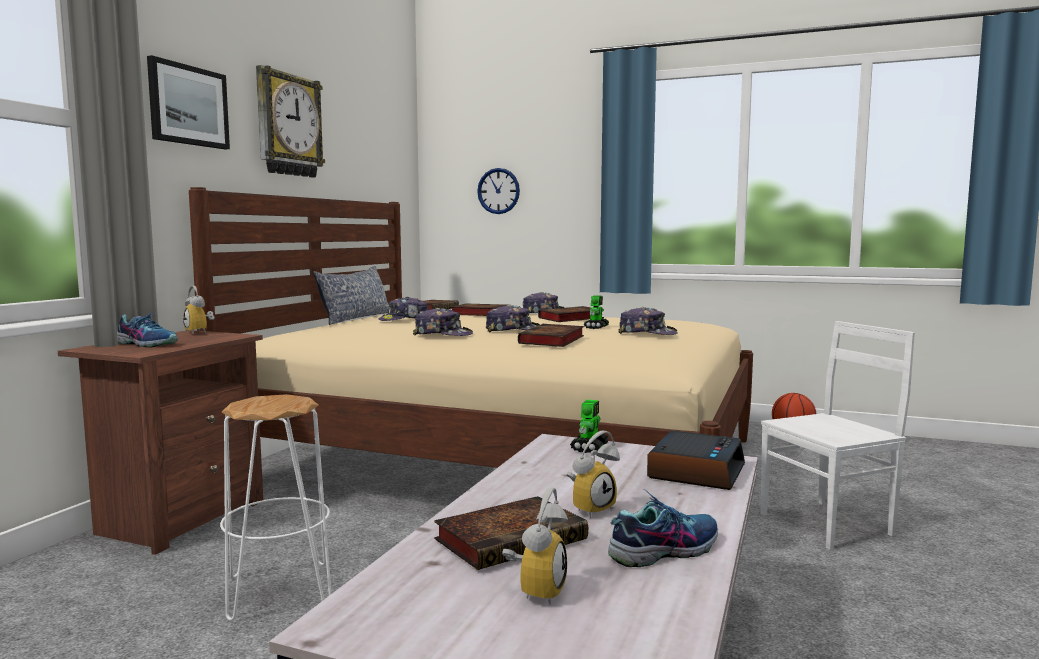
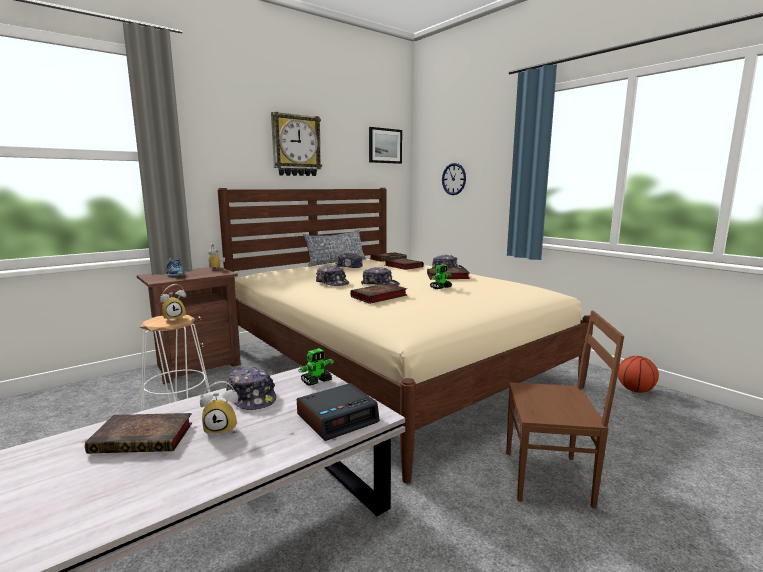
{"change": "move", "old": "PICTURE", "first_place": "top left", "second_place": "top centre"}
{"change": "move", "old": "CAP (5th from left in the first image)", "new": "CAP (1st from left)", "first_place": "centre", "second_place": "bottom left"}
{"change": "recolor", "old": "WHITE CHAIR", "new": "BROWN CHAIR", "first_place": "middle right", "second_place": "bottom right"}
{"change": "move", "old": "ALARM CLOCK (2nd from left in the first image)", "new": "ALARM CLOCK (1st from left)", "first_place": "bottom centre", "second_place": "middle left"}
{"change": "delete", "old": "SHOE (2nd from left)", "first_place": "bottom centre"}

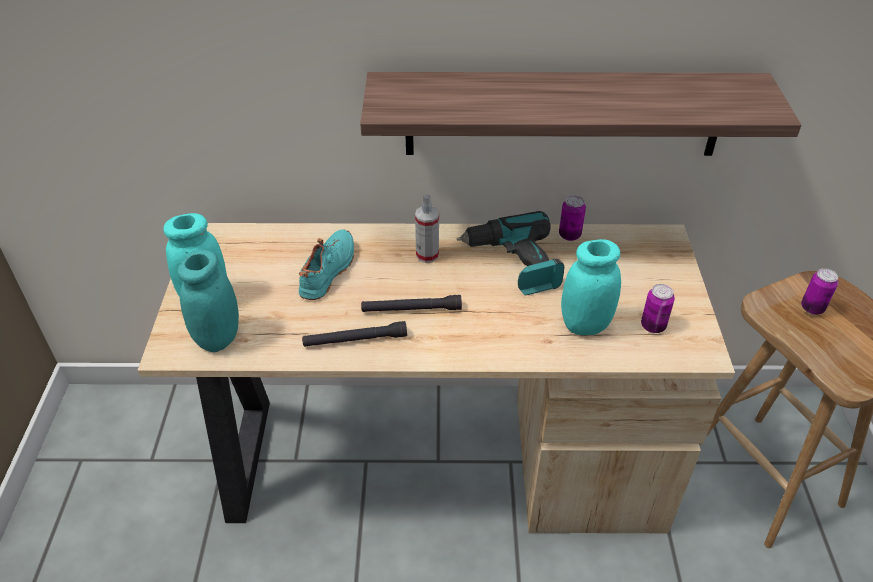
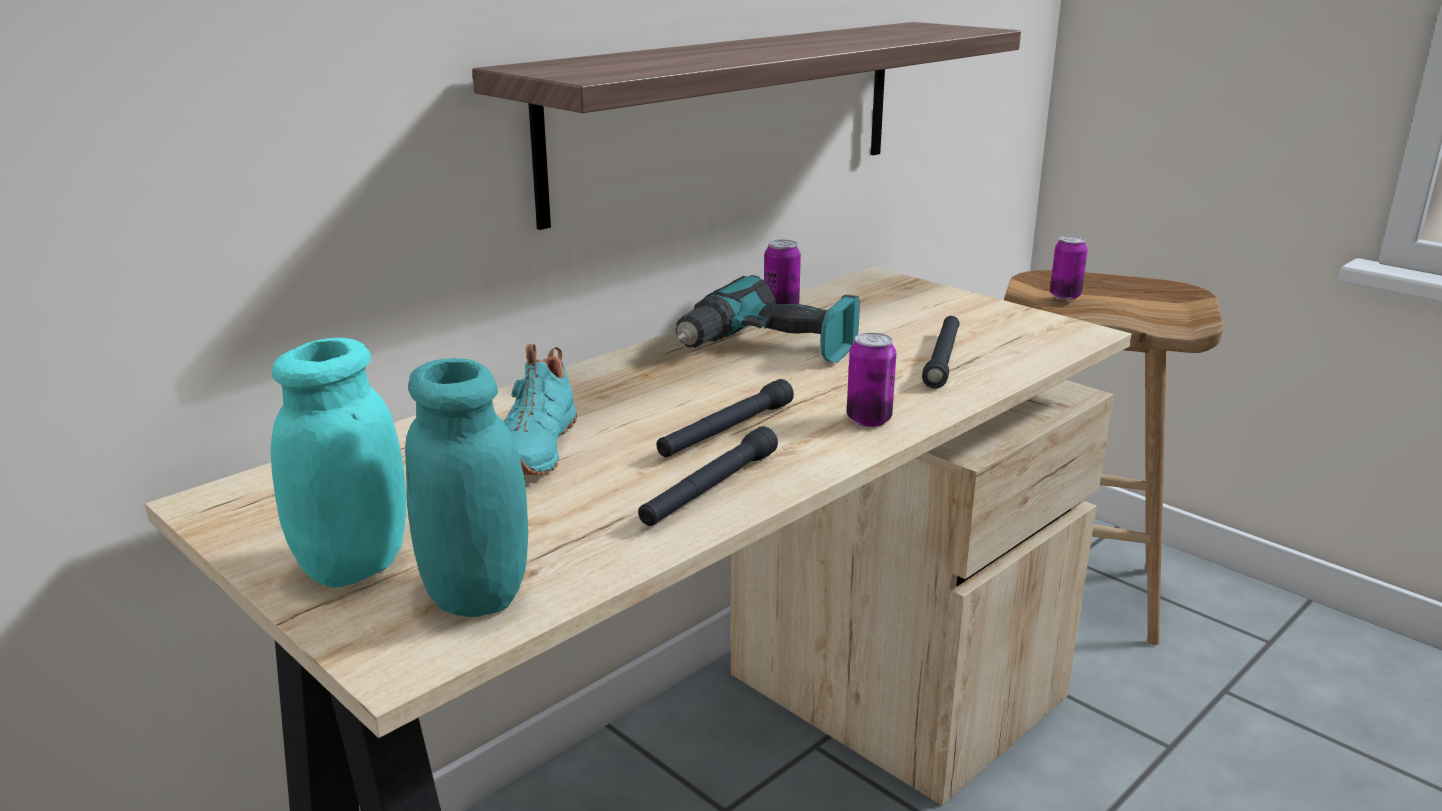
{"change": "delete", "old": "SPRAY BOTTLE", "first_place": "centre"}
{"change": "rotate", "old": "TURQUOISE SHOE", "first_place": "centre", "second_place": "centre", "degrees": -150}
{"change": "replace", "old": "TURQUOISE JAR (3rd from left)", "new": "BLACK FLASHLIGHT (3rd from left)", "first_place": "middle right", "second_place": "centre"}
{"change": "move", "old": "CAN (2nd from left)", "first_place": "middle right", "second_place": "centre"}

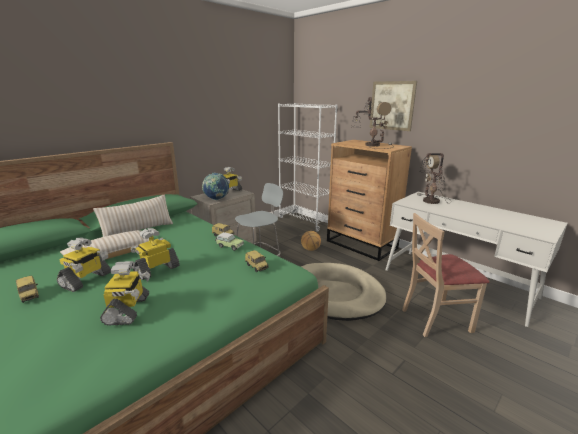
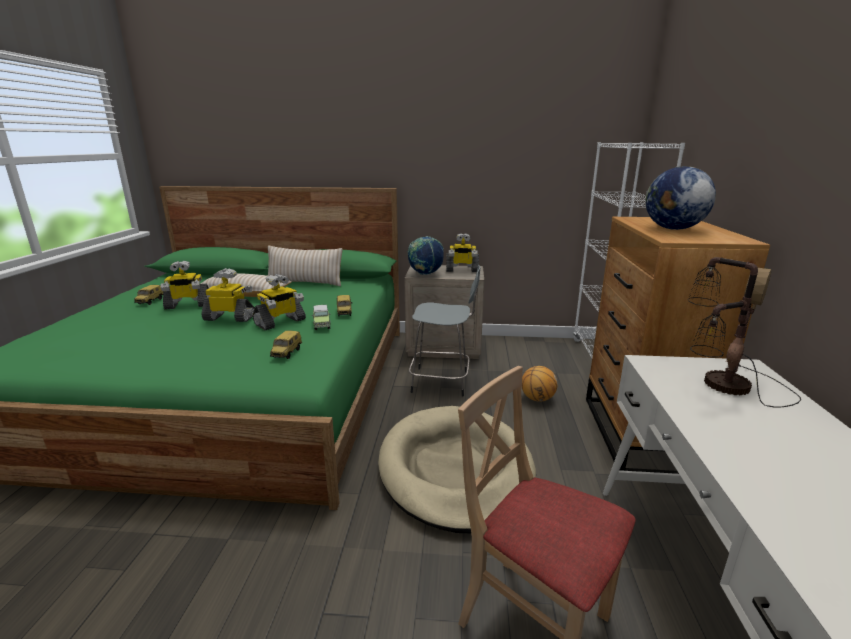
{"change": "delete", "old": "PICTURE", "first_place": "top right"}
{"change": "replace", "old": "TABLE LAMP (1st from left)", "new": "GLOBE (2nd from left)", "first_place": "top centre", "second_place": "top right"}
{"change": "move", "old": "TOY ROBOT (2nd from left in the first image)", "new": "TOY ROBOT (3rd from left)", "first_place": "bottom left", "second_place": "middle left"}

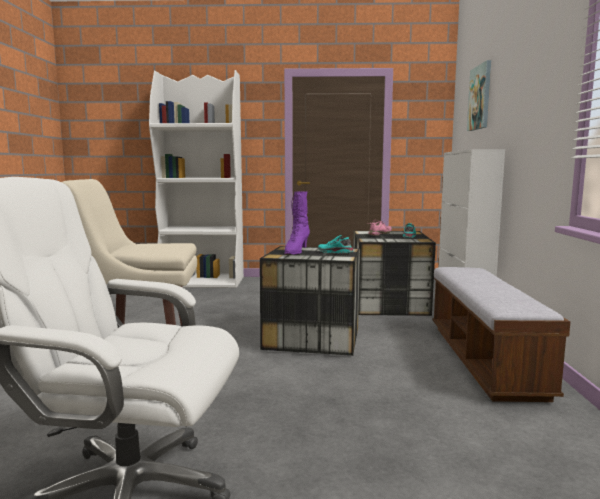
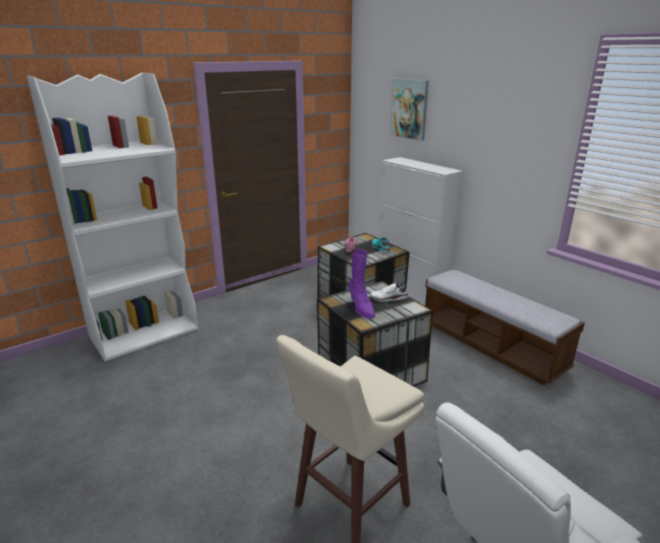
{"change": "recolor", "old": "TURQUOISE SHOE (1st from left)", "new": "WHITE SHOE", "first_place": "centre", "second_place": "centre"}

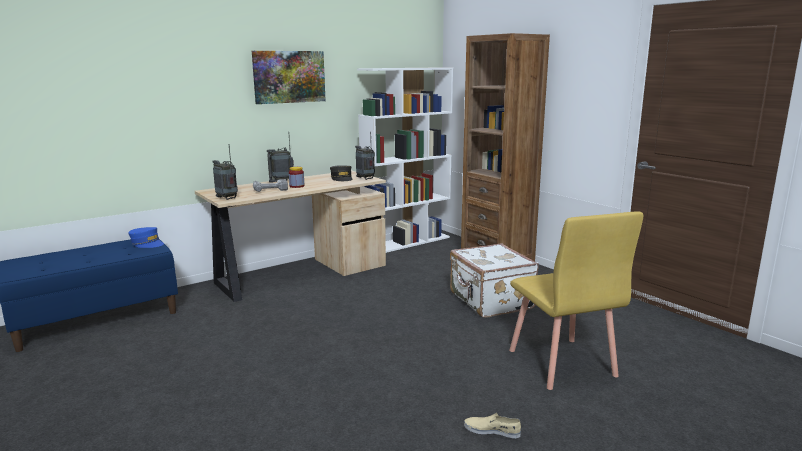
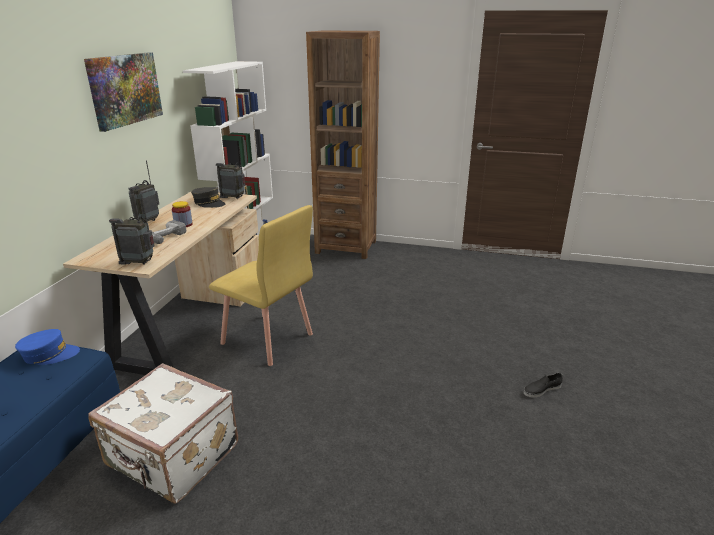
{"change": "move", "old": "YELLOW CHAIR", "first_place": "bottom right", "second_place": "centre"}
{"change": "move", "old": "WHITE SUITCASE", "first_place": "centre", "second_place": "bottom left"}
{"change": "recolor", "old": "BEIGE SHOE", "new": "BLACK SHOE", "first_place": "bottom centre", "second_place": "bottom right"}

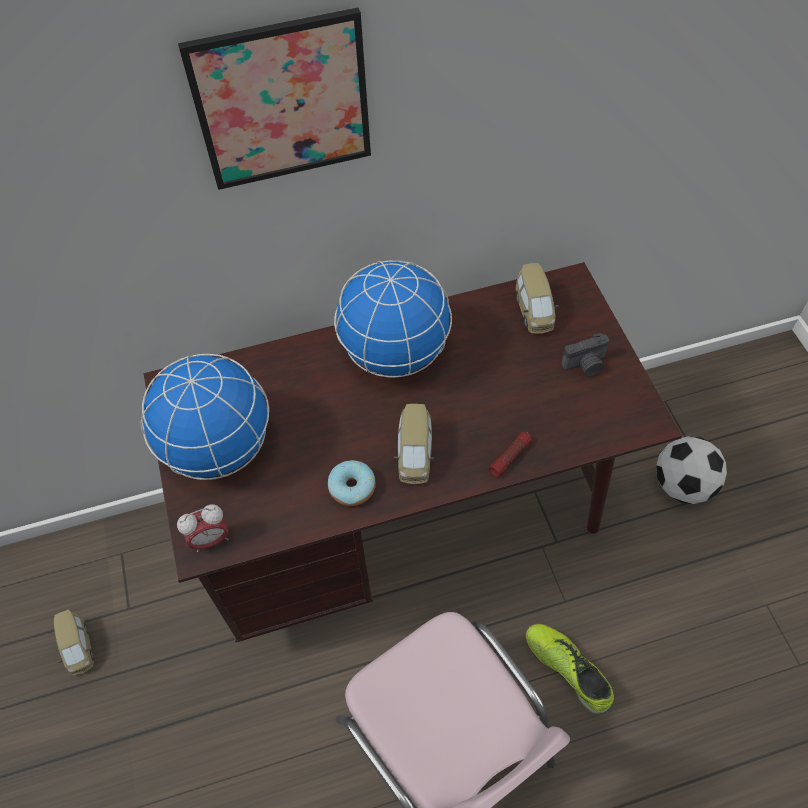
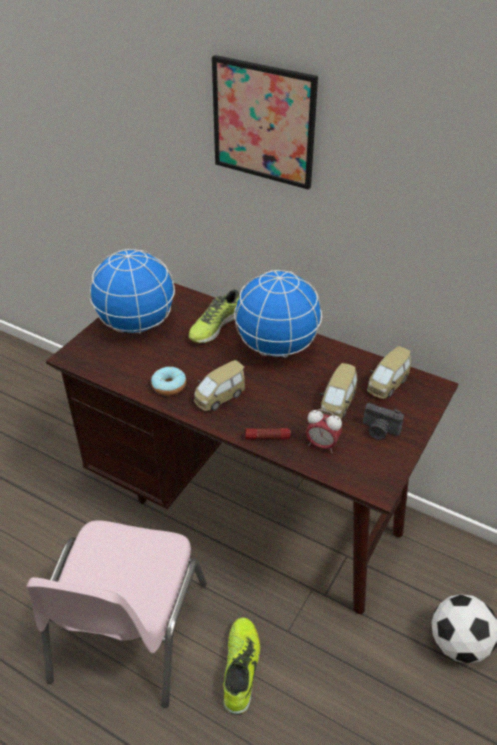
{"change": "move", "old": "ALARM CLOCK", "first_place": "middle left", "second_place": "centre"}
{"change": "move", "old": "TOY CAR (1st from left in the first image)", "new": "TOY CAR (2nd from left)", "first_place": "bottom left", "second_place": "middle right"}
{"change": "insert", "new": "SHOE (1st from left)", "second_place": "centre"}

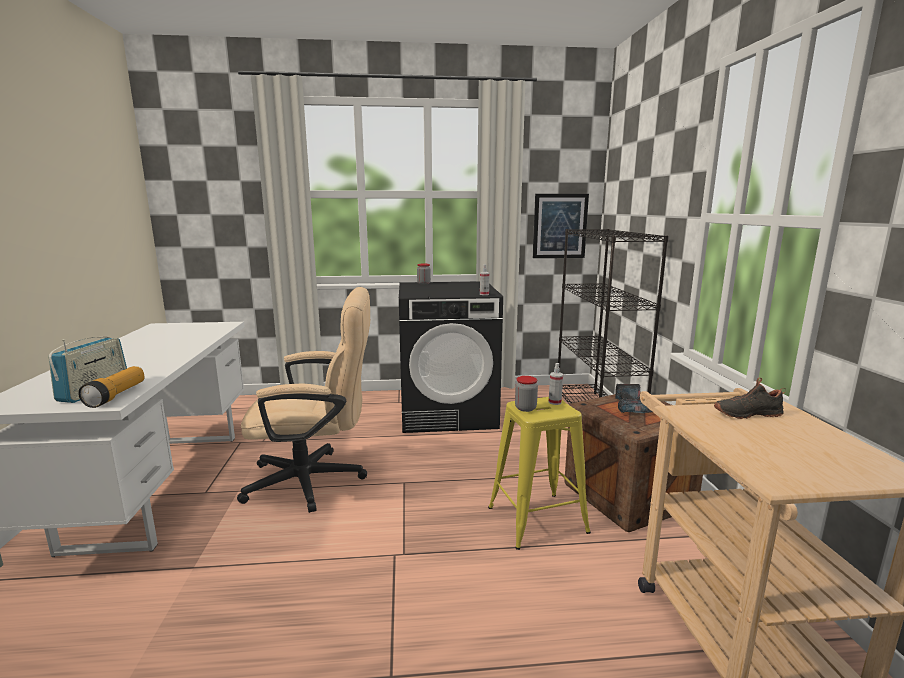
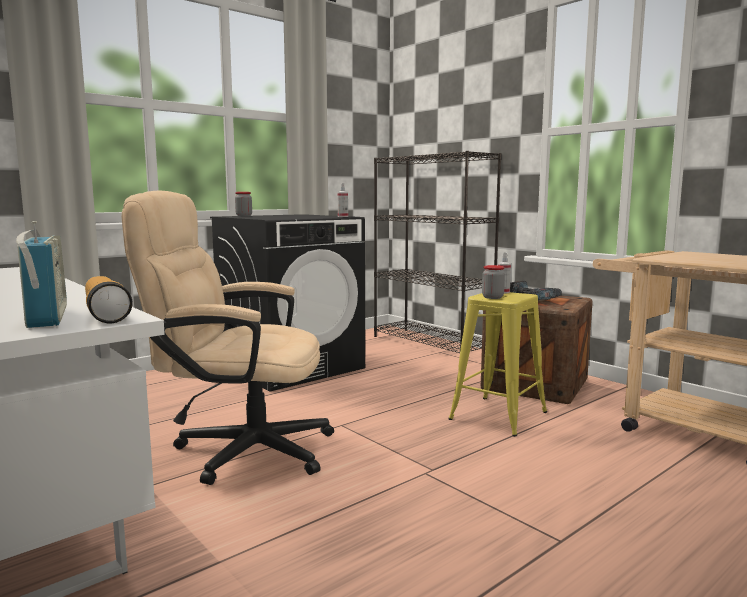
{"change": "delete", "old": "PICTURE", "first_place": "centre"}
{"change": "rotate", "old": "BEIGE OFFICE CHAIR", "first_place": "centre", "second_place": "middle left", "degrees": -135}
{"change": "delete", "old": "BLACK SHOE", "first_place": "middle right"}

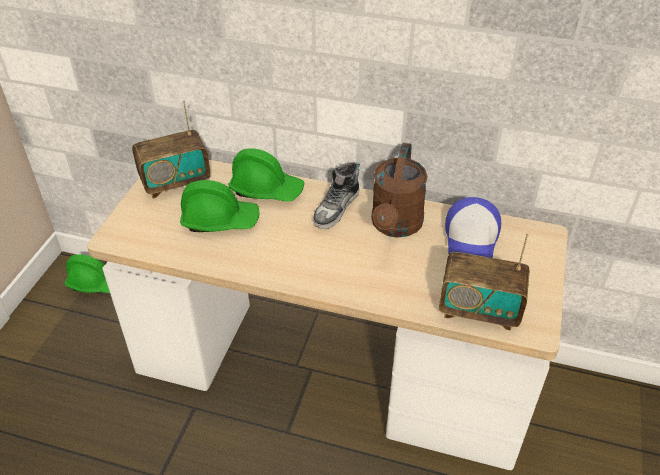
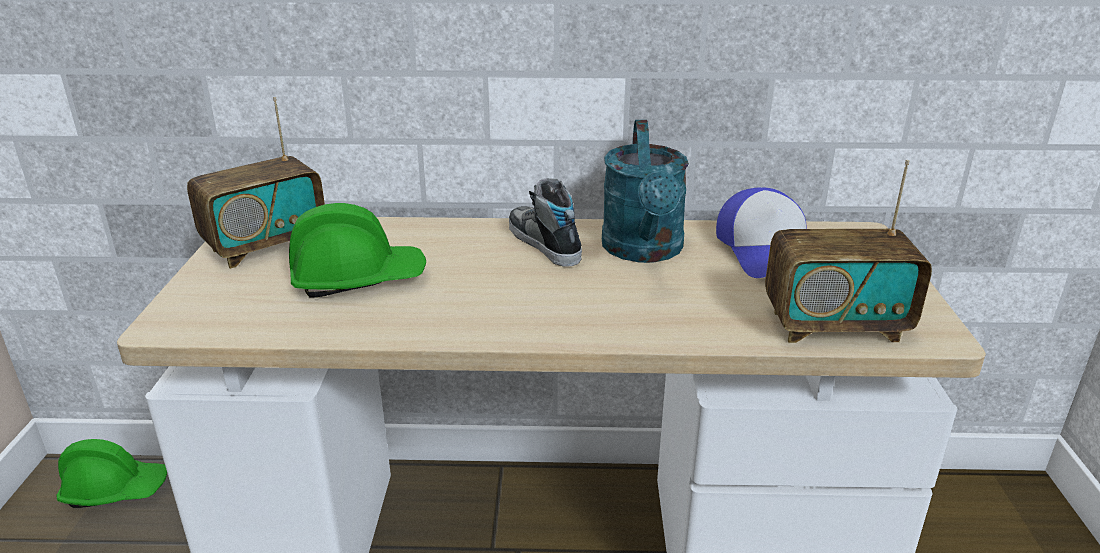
{"change": "recolor", "old": "BROWN WATERING CAN", "new": "TURQUOISE WATERING CAN", "first_place": "centre", "second_place": "centre"}
{"change": "delete", "old": "GREEN HARD HAT (3rd from left)", "first_place": "centre"}
{"change": "rotate", "old": "SHOE", "first_place": "centre", "second_place": "centre", "degrees": 135}

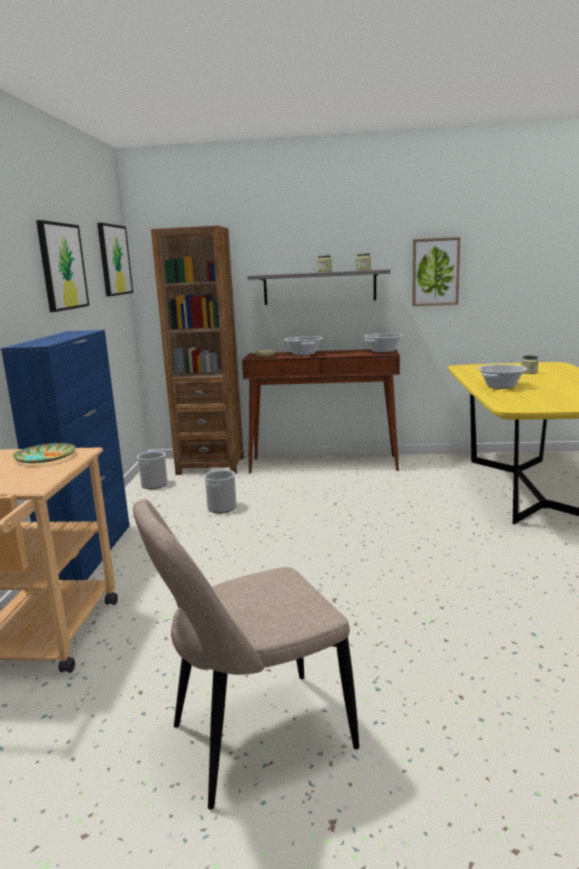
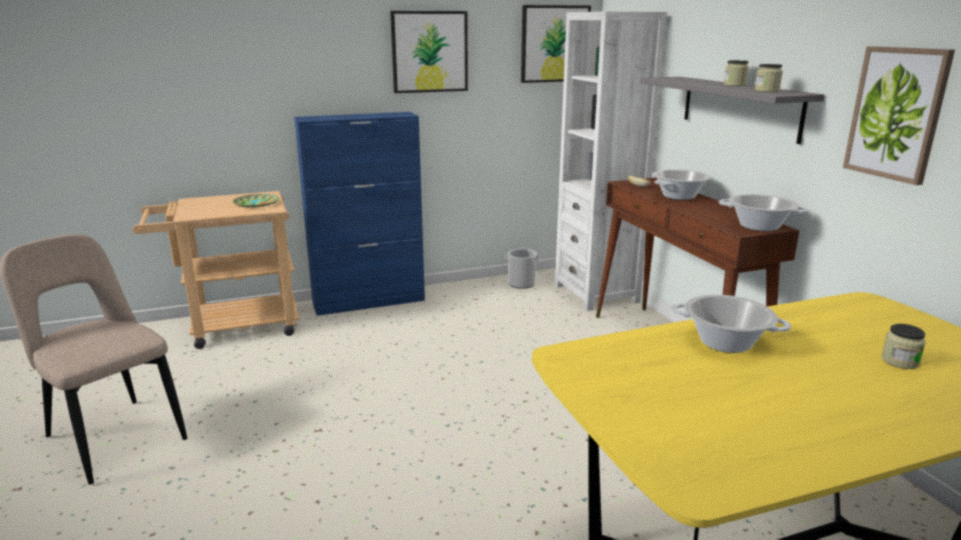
{"change": "recolor", "old": "BROWN BOOKCASE", "new": "WHITE BOOKCASE", "first_place": "centre", "second_place": "top centre"}
{"change": "delete", "old": "BUCKET (2nd from left)", "first_place": "centre"}

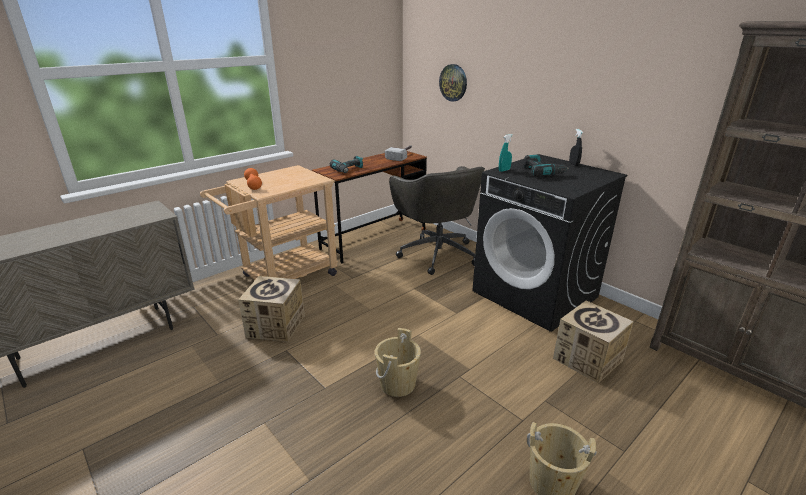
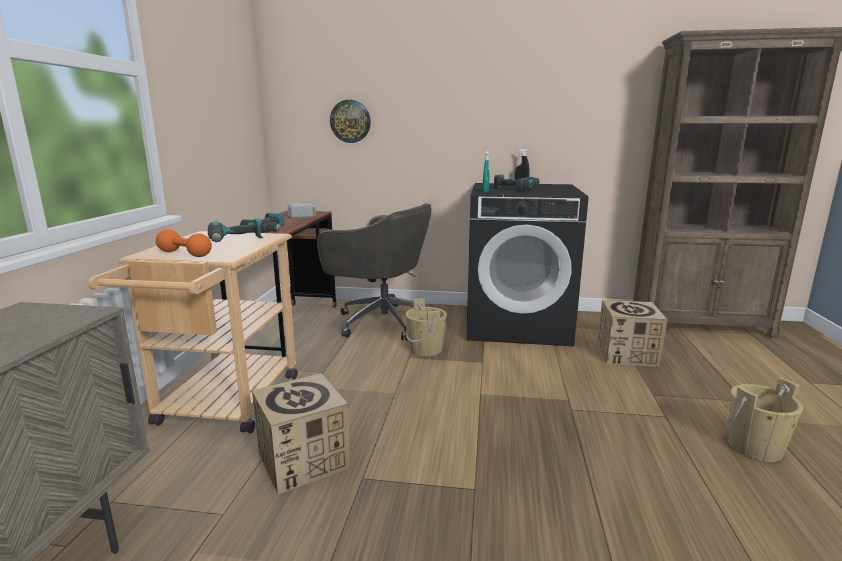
{"change": "move", "old": "BEIGE BUCKET (1st from left)", "first_place": "bottom centre", "second_place": "centre"}
{"change": "insert", "new": "POWER DRILL (1st from left)", "second_place": "middle left"}

